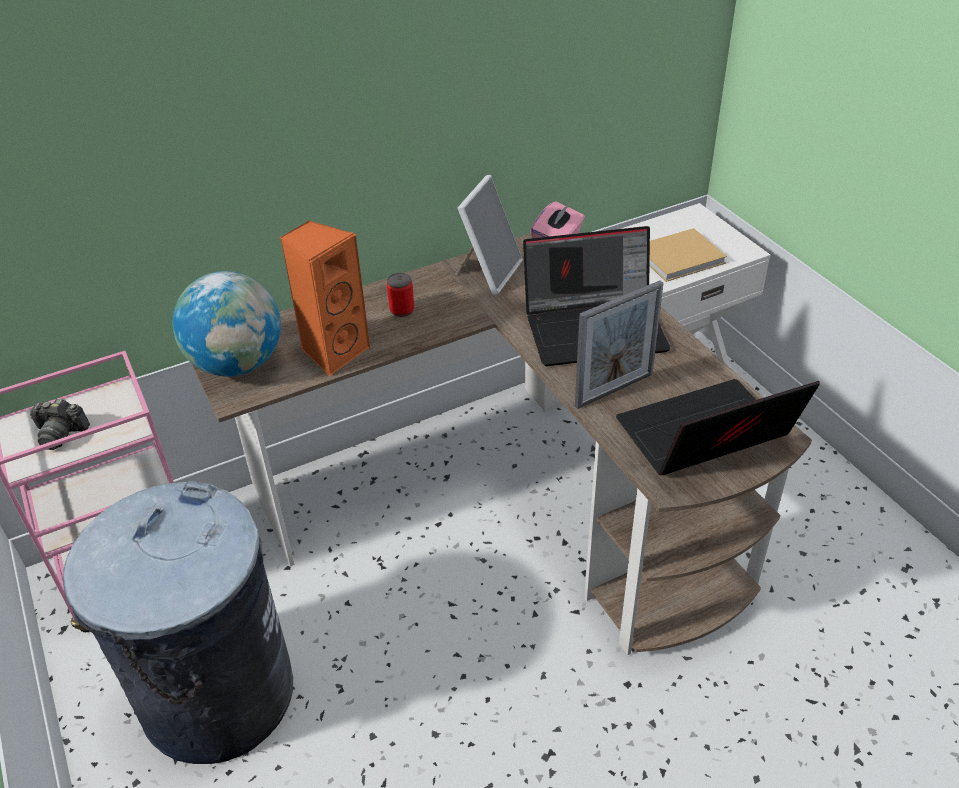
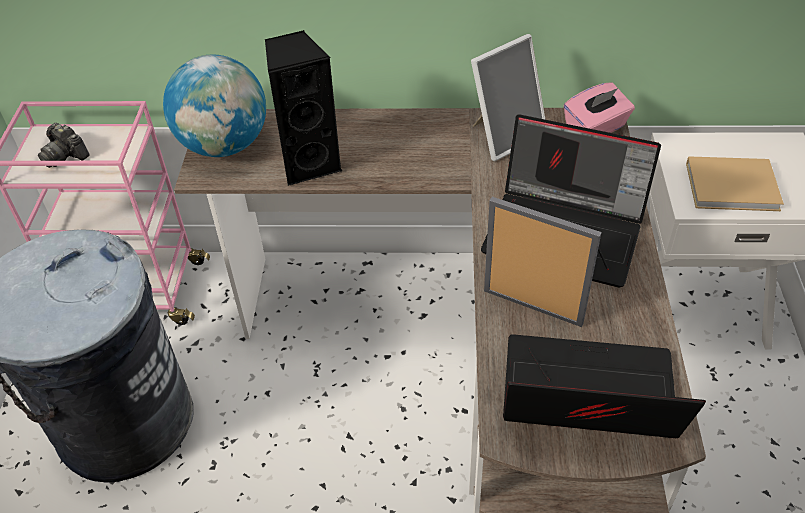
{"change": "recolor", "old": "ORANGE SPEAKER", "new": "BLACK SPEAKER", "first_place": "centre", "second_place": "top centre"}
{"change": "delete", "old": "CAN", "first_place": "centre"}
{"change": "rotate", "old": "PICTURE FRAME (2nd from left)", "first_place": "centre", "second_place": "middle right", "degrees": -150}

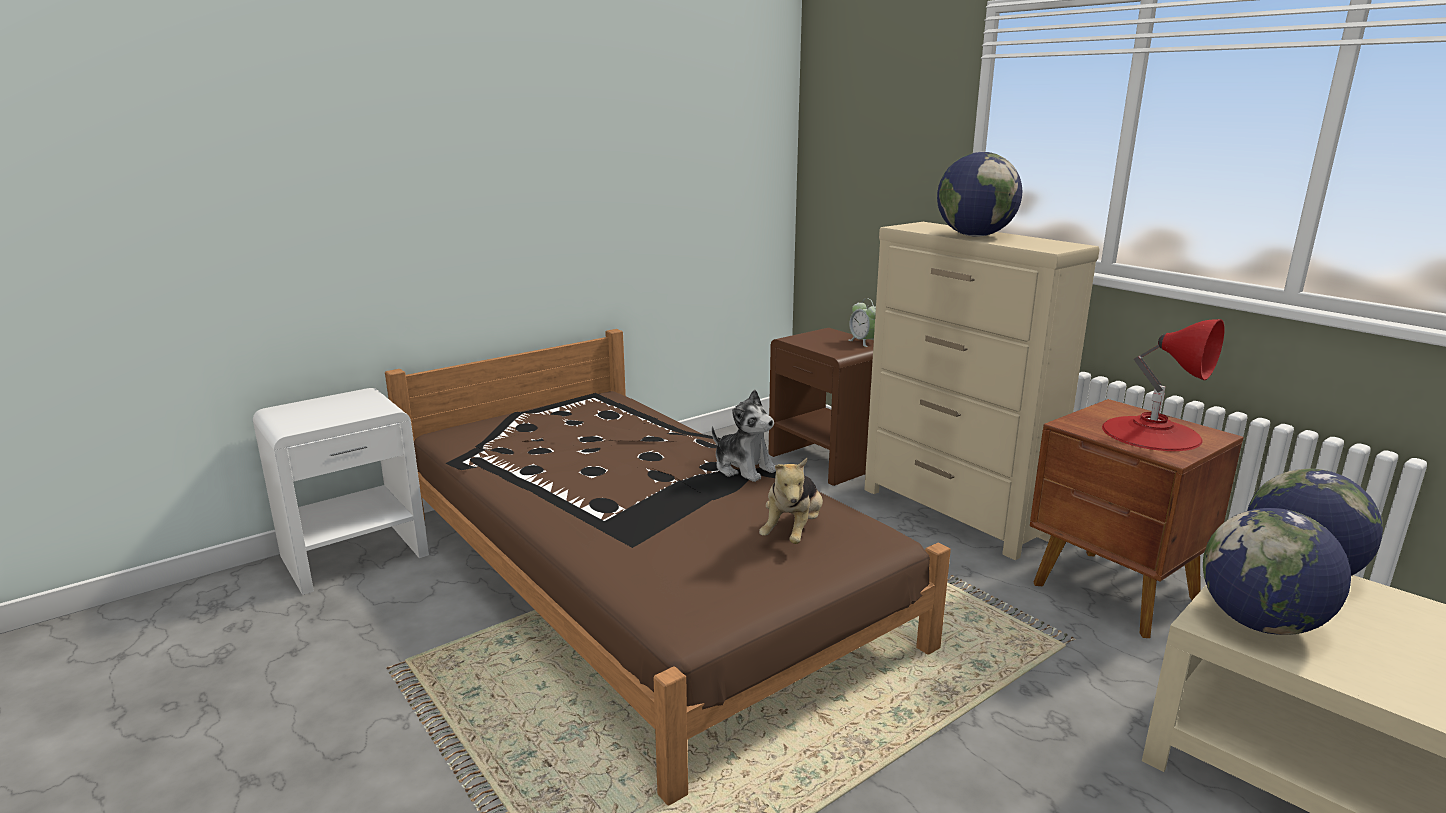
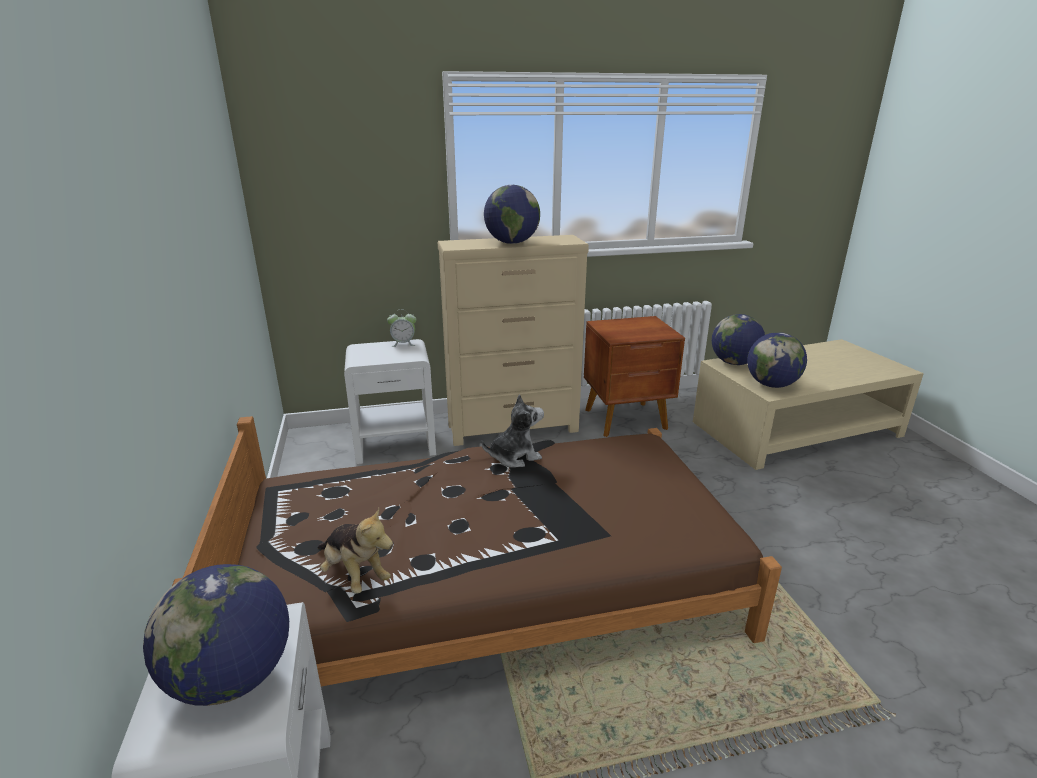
{"change": "delete", "old": "RED TABLE LAMP", "first_place": "middle right"}
{"change": "recolor", "old": "BROWN NIGHTSTAND (1st from left)", "new": "WHITE NIGHTSTAND (2nd from left)", "first_place": "centre", "second_place": "centre"}
{"change": "move", "old": "PLUSH TOY (2nd from left in the first image)", "new": "PLUSH TOY (1st from left)", "first_place": "centre", "second_place": "bottom centre"}
{"change": "insert", "new": "GLOBE (1st from left)", "second_place": "bottom left"}

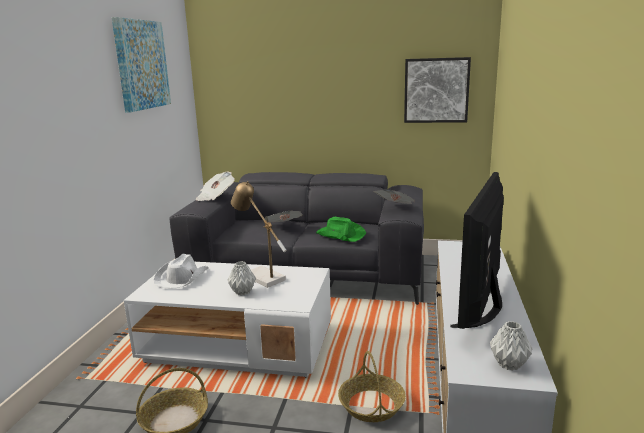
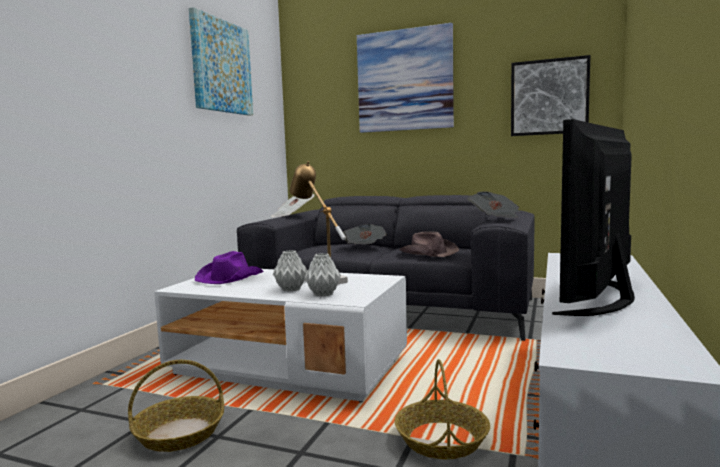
{"change": "recolor", "old": "GREEN HAT", "new": "BROWN HAT", "first_place": "centre", "second_place": "centre"}
{"change": "recolor", "old": "WHITE HAT", "new": "PURPLE HAT", "first_place": "middle left", "second_place": "middle left"}
{"change": "move", "old": "GREY VASE (2nd from left)", "first_place": "bottom right", "second_place": "centre"}
{"change": "insert", "new": "PICTURE (2nd from left)", "second_place": "top centre"}

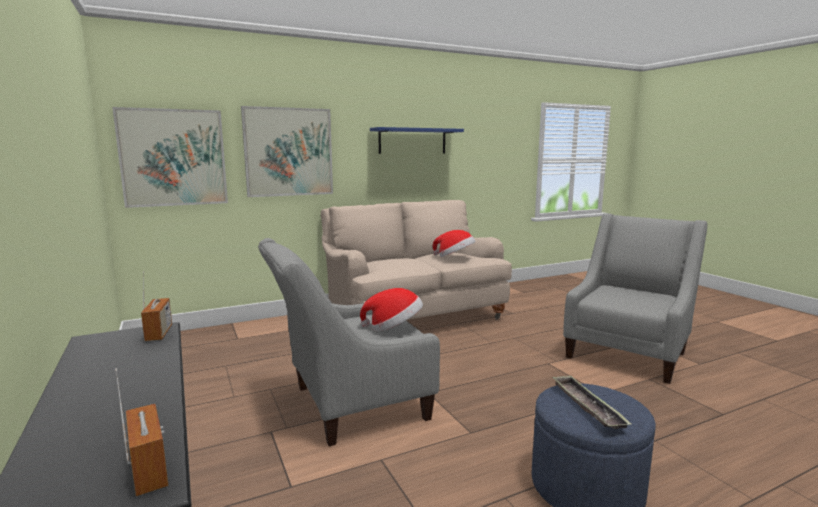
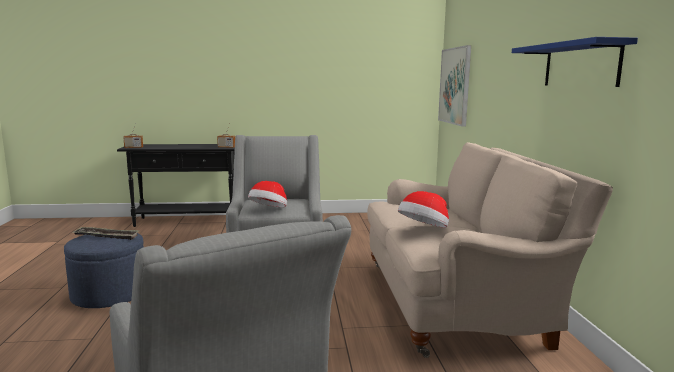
{"change": "delete", "old": "PICTURE (2nd from left)", "first_place": "top centre"}

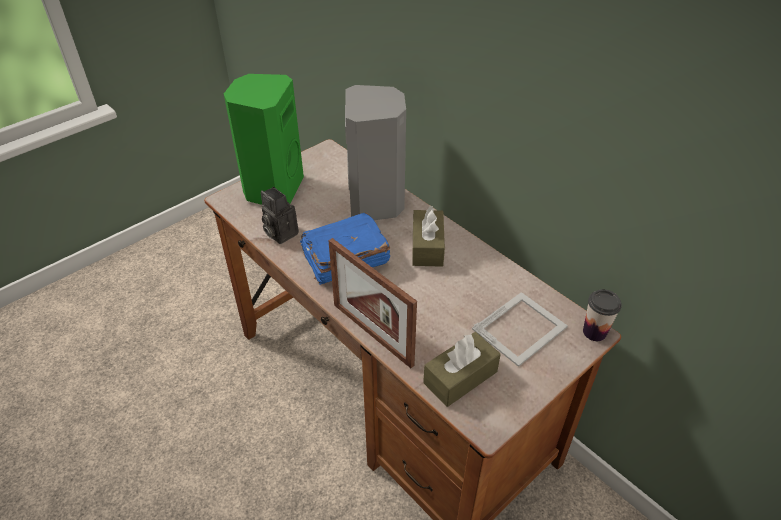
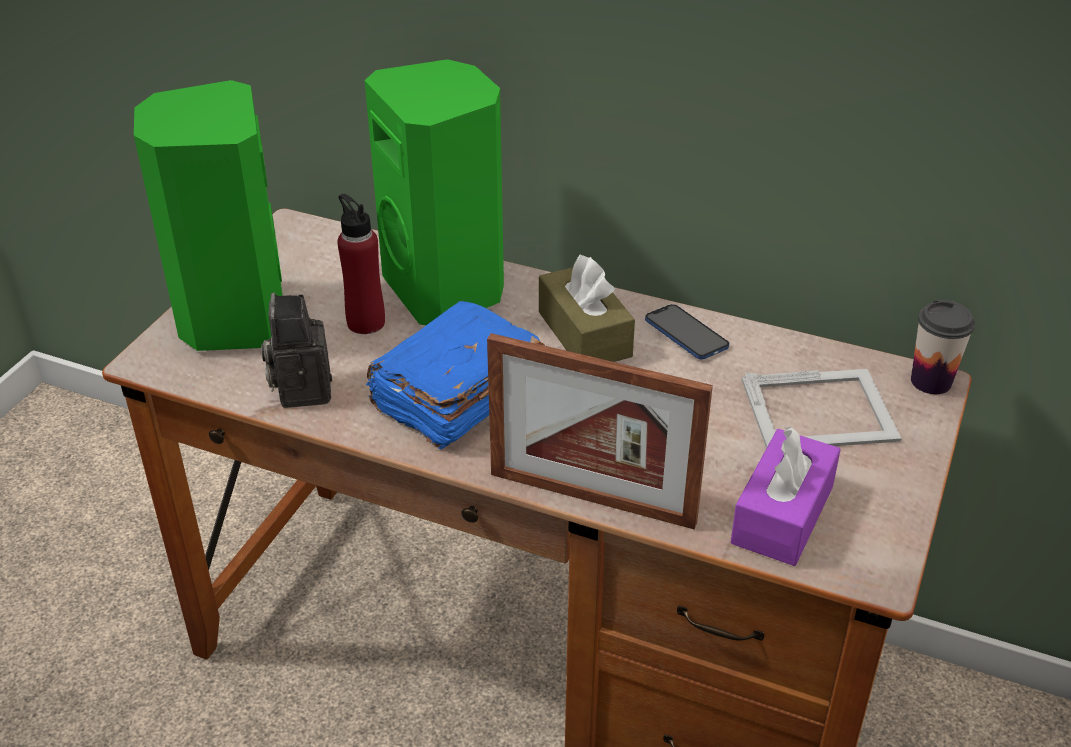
{"change": "recolor", "old": "GREY SPEAKER", "new": "GREEN SPEAKER (2nd from left)", "first_place": "top centre", "second_place": "top centre"}
{"change": "rotate", "old": "PHOTO CAMERA", "first_place": "centre", "second_place": "middle left", "degrees": 60}
{"change": "rotate", "old": "PICTURE FRAME (2nd from left)", "first_place": "centre", "second_place": "middle right", "degrees": 60}
{"change": "recolor", "old": "BROWN TISSUE BOX (2nd from left)", "new": "PURPLE TISSUE BOX", "first_place": "bottom centre", "second_place": "middle right"}
{"change": "insert", "new": "RED BOTTLE", "second_place": "centre"}
{"change": "insert", "new": "PHONE", "second_place": "centre"}

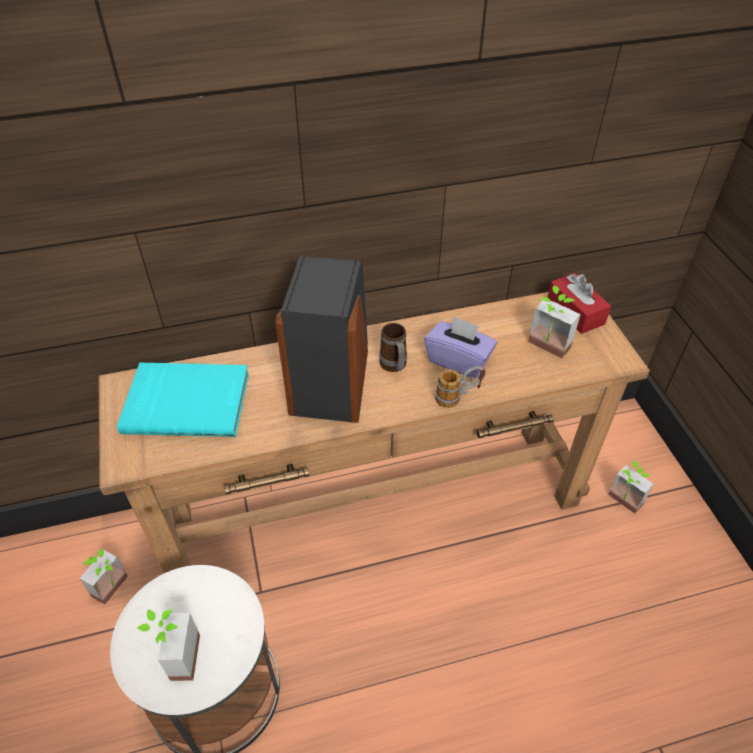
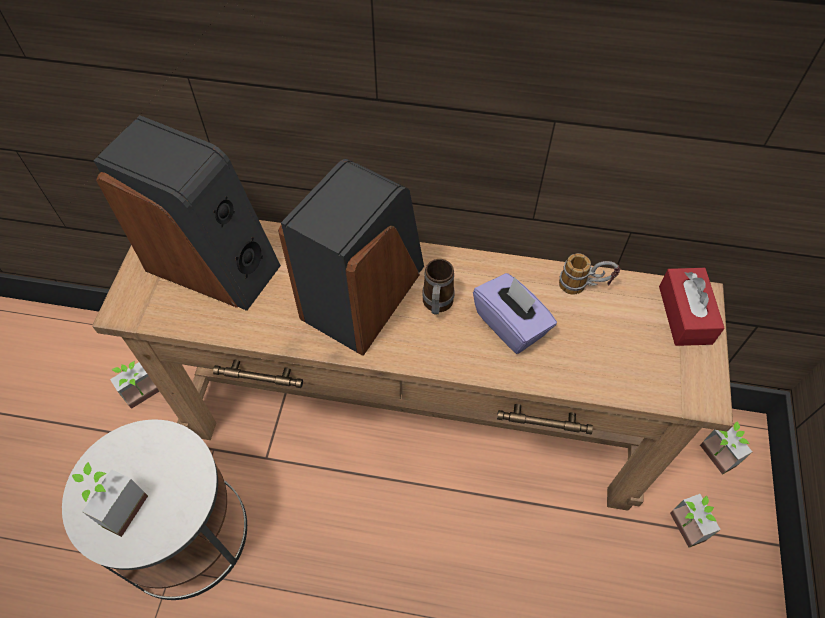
{"change": "move", "old": "POTTED PLANT (3rd from left in the first image)", "new": "POTTED PLANT (4th from left)", "first_place": "middle right", "second_place": "bottom right"}
{"change": "replace", "old": "TURQUOISE BOOK", "new": "SPEAKER (1st from left)", "first_place": "middle left", "second_place": "middle left"}
{"change": "move", "old": "MUG (2nd from left)", "first_place": "centre", "second_place": "middle right"}

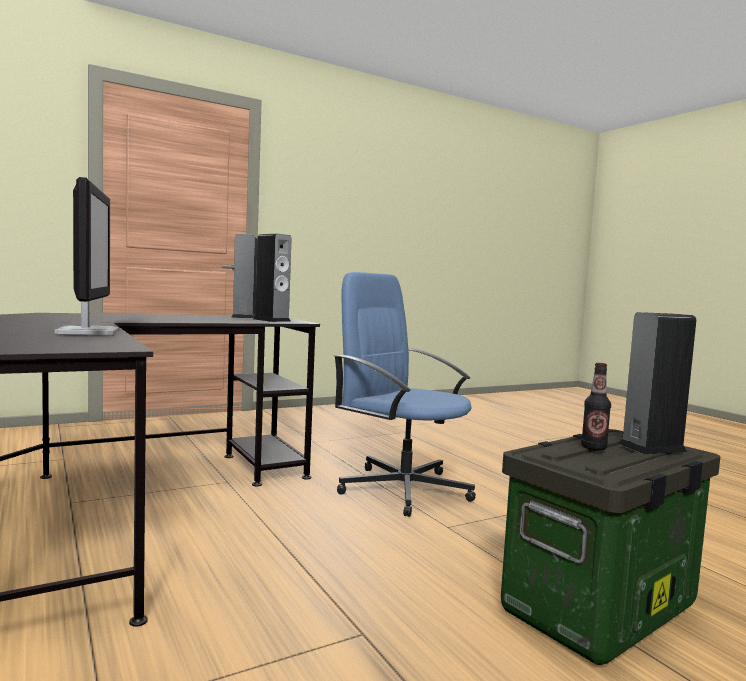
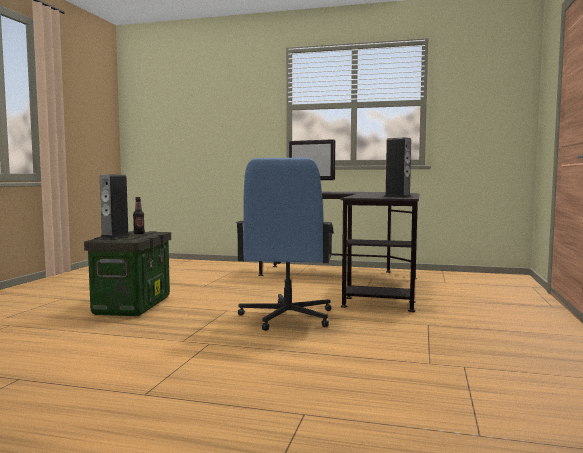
{"change": "delete", "old": "SPEAKER (2nd from left)", "first_place": "centre"}
{"change": "rotate", "old": "BLUE OFFICE CHAIR", "first_place": "centre", "second_place": "centre", "degrees": 105}

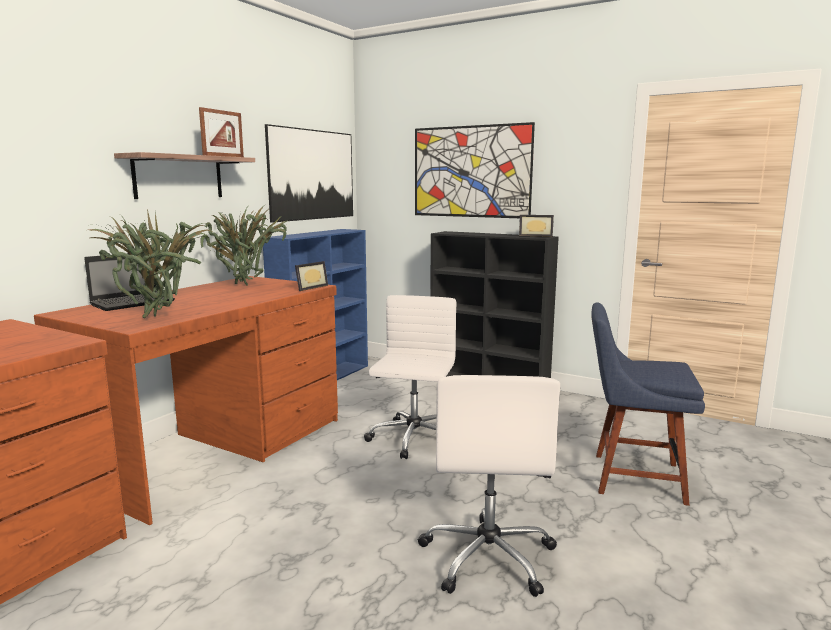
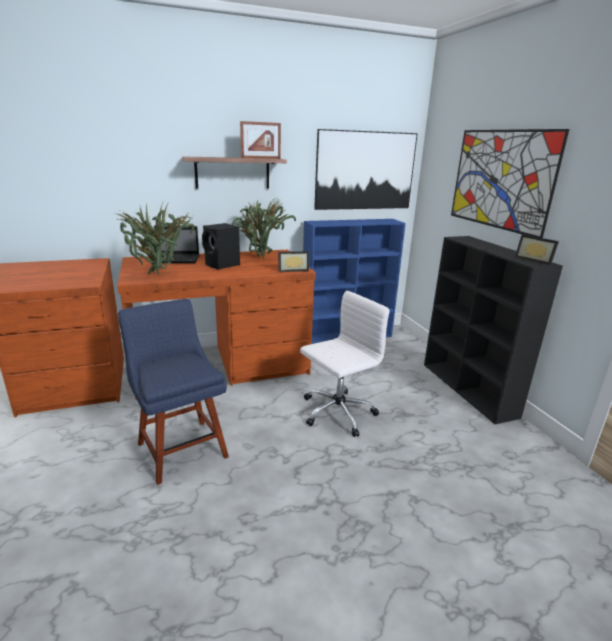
{"change": "move", "old": "BLUE CHAIR", "first_place": "middle right", "second_place": "middle left"}
{"change": "delete", "old": "WHITE OFFICE CHAIR (2nd from left)", "first_place": "bottom centre"}
{"change": "insert", "new": "BLACK SPEAKER", "second_place": "centre"}

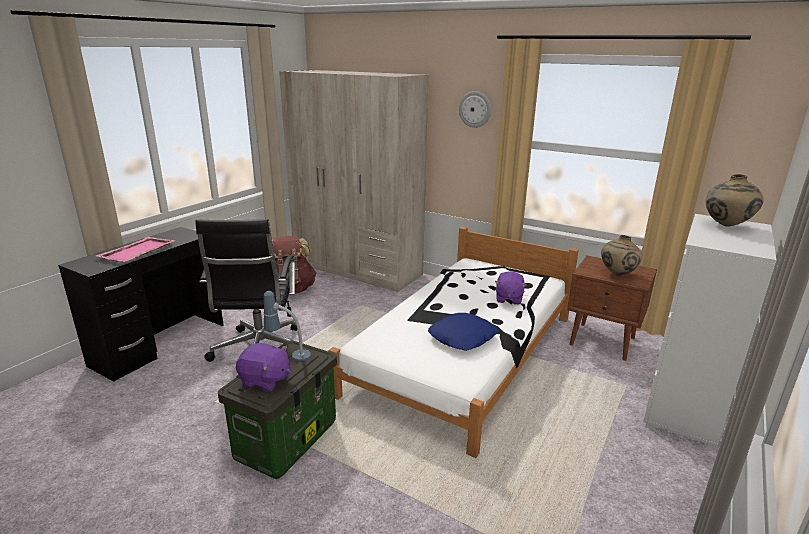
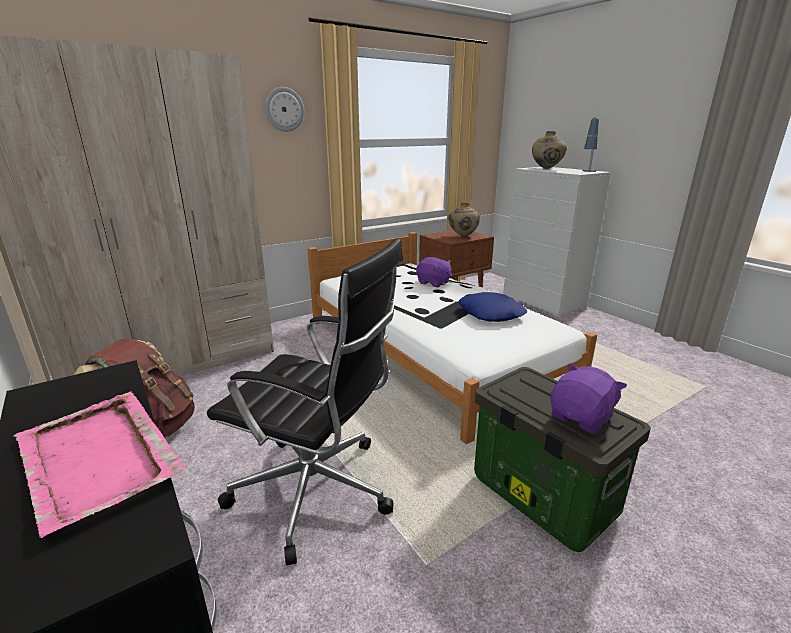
{"change": "move", "old": "TABLE LAMP", "first_place": "centre", "second_place": "top right"}

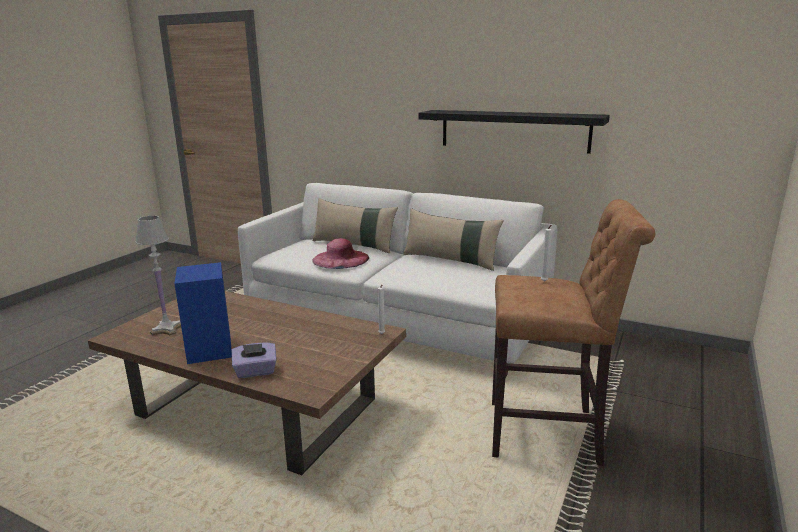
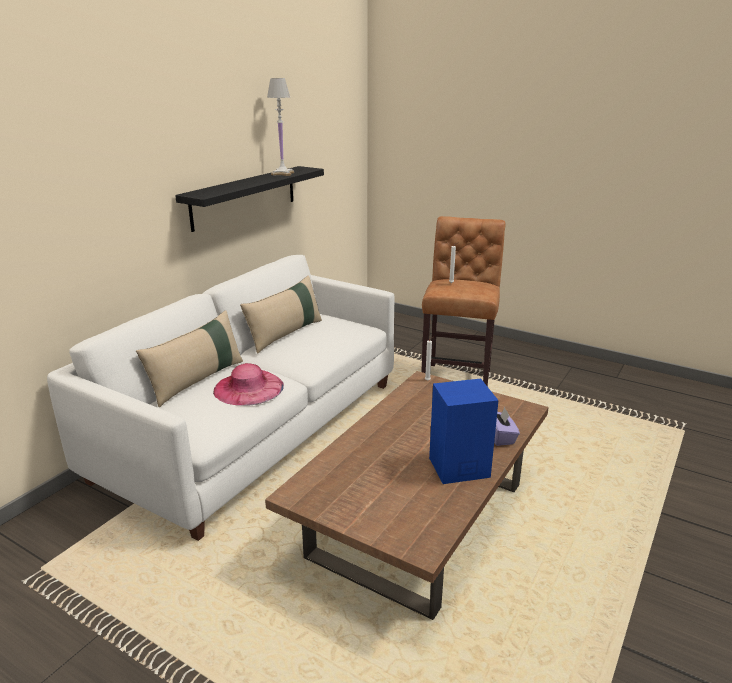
{"change": "move", "old": "WHITE TABLE LAMP", "first_place": "middle left", "second_place": "top centre"}

